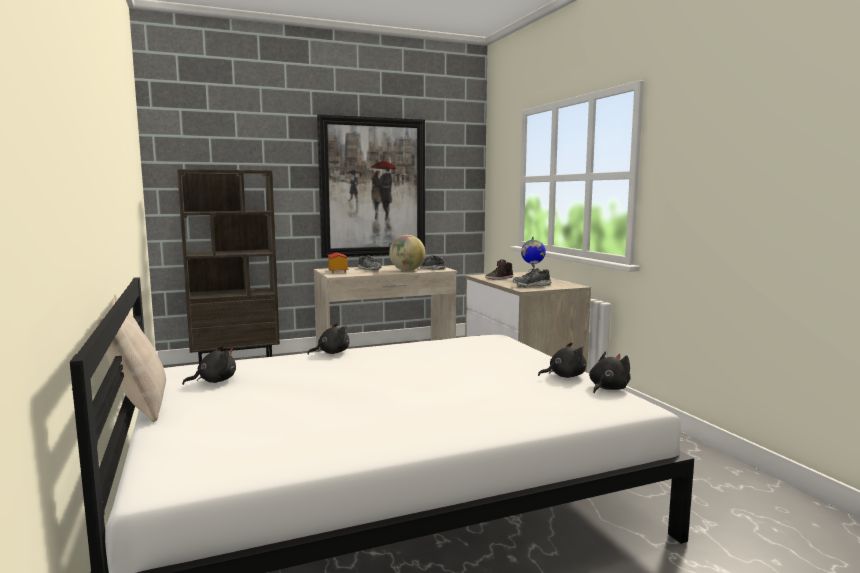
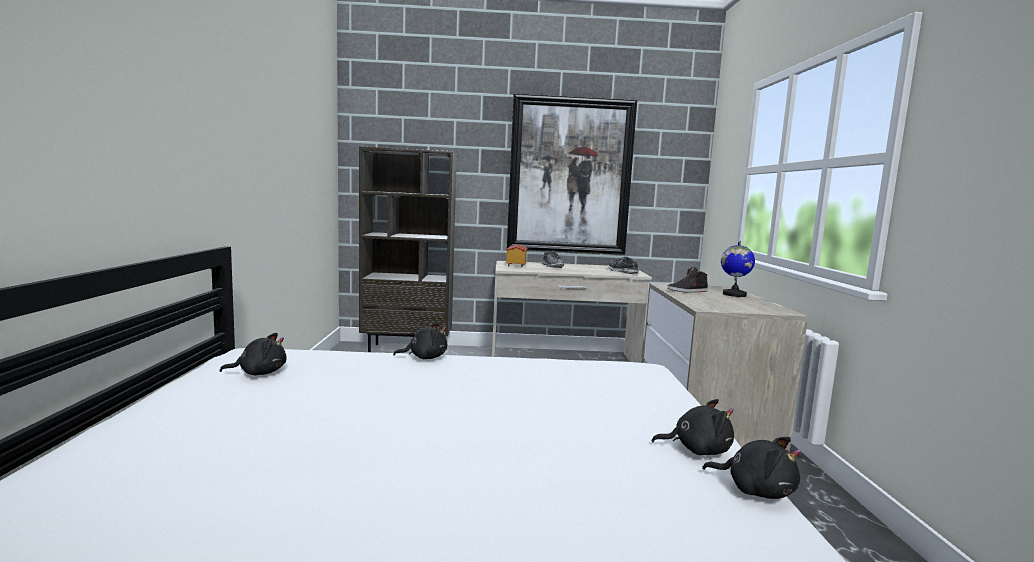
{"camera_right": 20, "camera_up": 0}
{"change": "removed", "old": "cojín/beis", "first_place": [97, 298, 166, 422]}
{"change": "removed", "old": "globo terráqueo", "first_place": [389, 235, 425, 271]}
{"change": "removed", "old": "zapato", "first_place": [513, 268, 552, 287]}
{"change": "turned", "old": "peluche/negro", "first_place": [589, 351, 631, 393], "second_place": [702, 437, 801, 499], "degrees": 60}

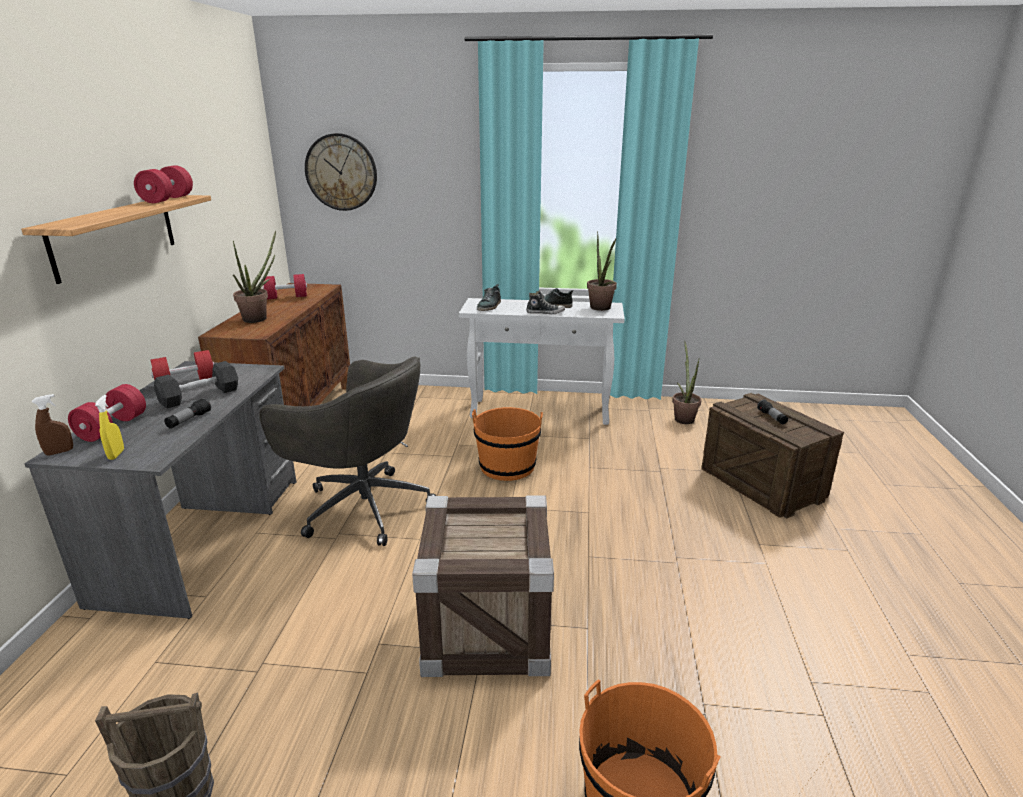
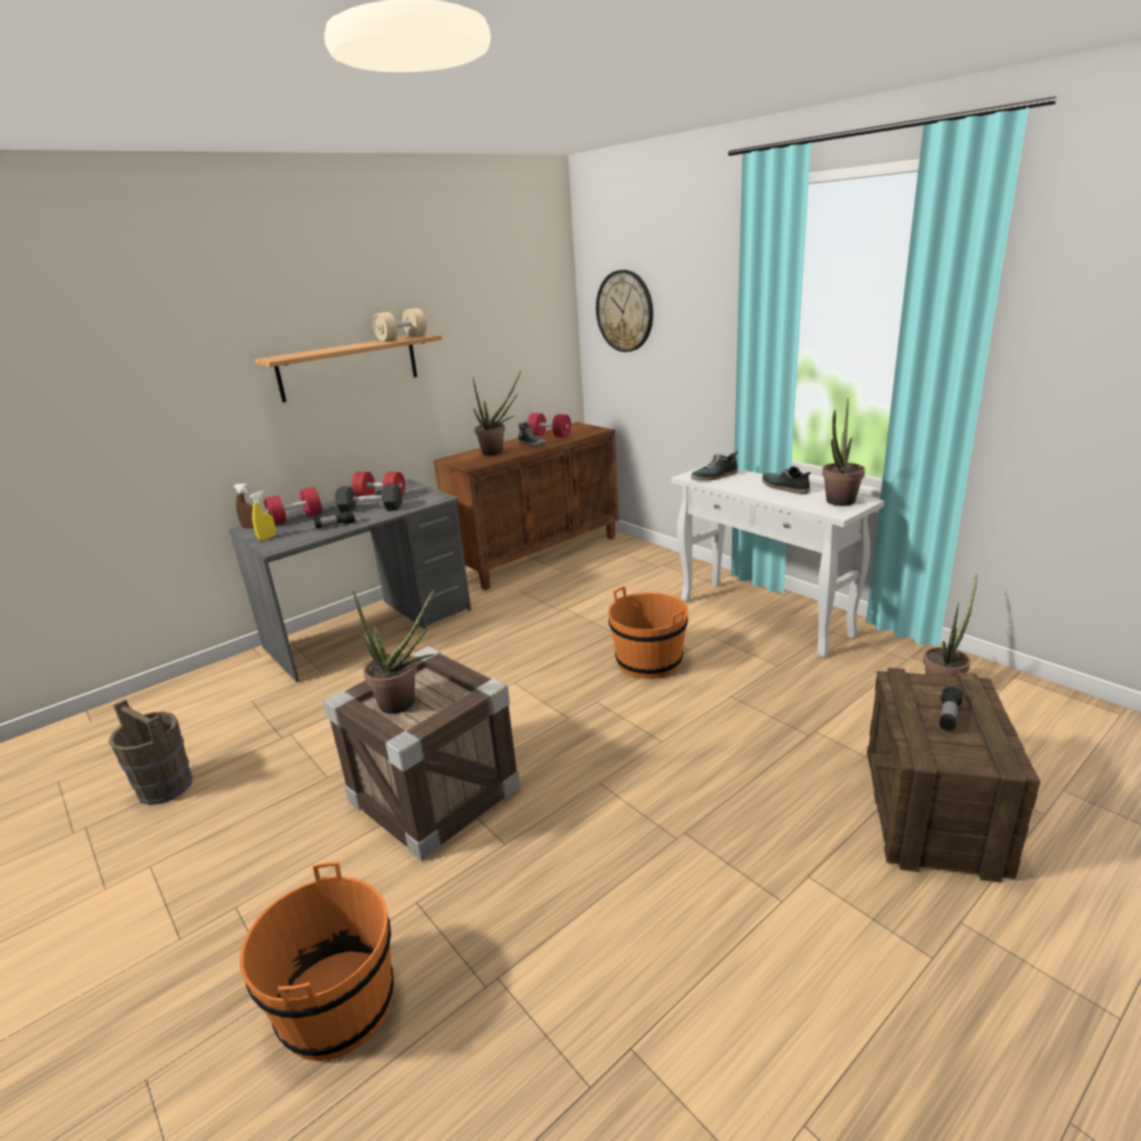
{"camera_right": 45, "camera_up": 0}
{"change": "recoloured", "old": "mancuerna/rojo", "new": "mancuerna/beis", "first_place": [134, 165, 193, 203], "second_place": [373, 308, 427, 342]}
{"change": "removed", "old": "silla de oficina/gris", "first_place": [259, 356, 436, 546]}
{"change": "moved", "old": "zapato", "first_place": [526, 290, 565, 314], "second_place": [518, 422, 547, 447]}
{"change": "added", "new": "planta en maceta", "second_place": [353, 589, 435, 714]}

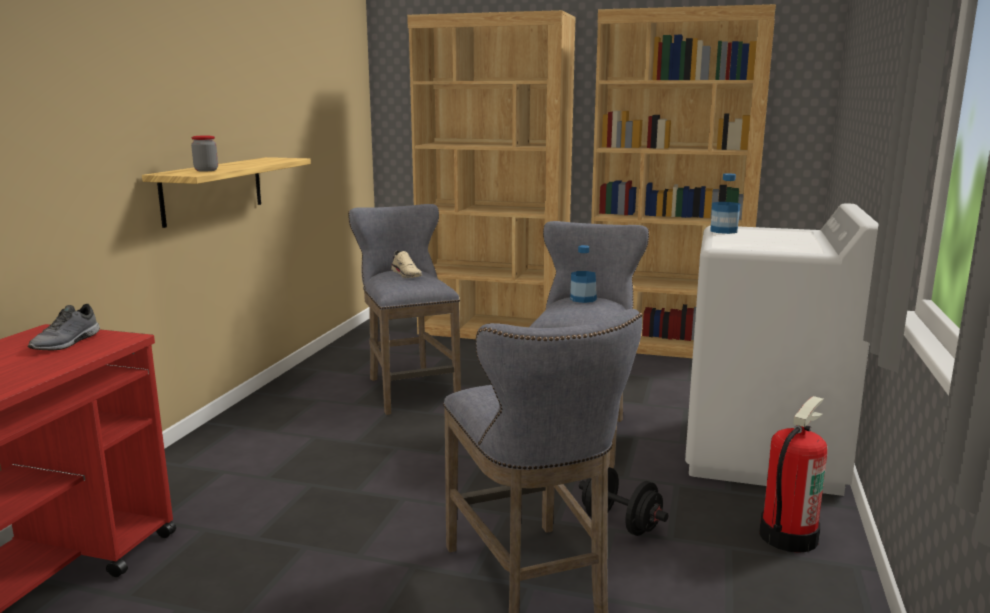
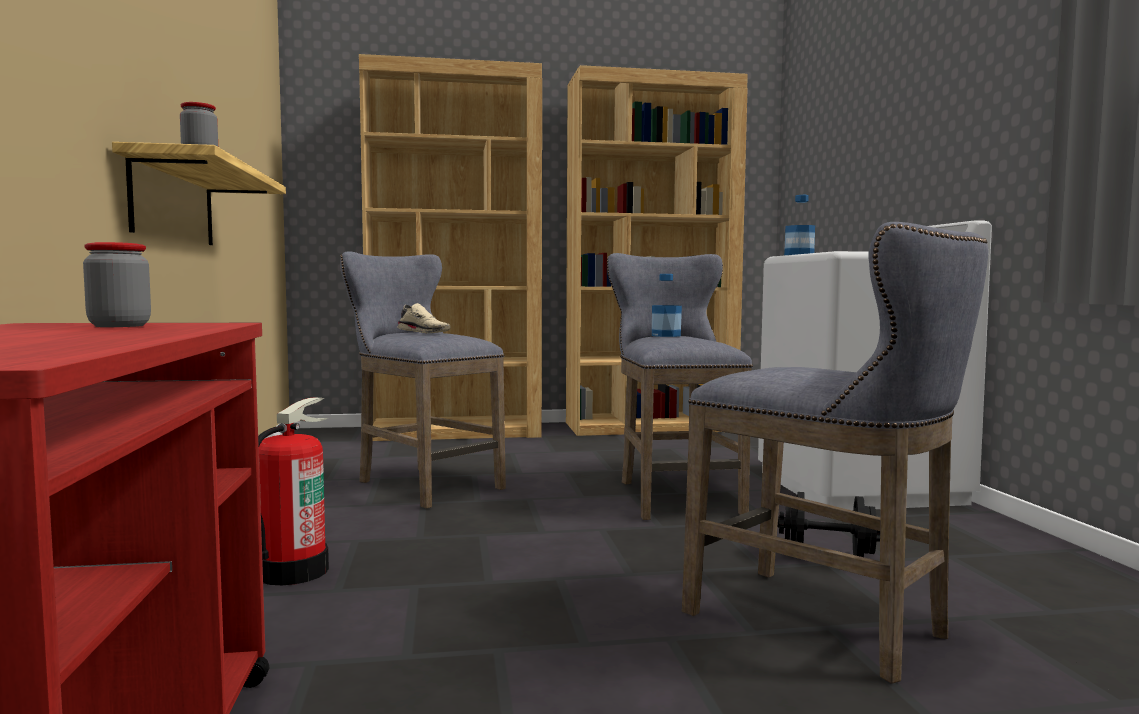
{"camera_right": -25, "camera_up": -10}
{"change": "replaced", "old": "zapato/gris", "new": "tarro", "first_place": [28, 304, 100, 350], "second_place": [83, 242, 151, 327]}
{"change": "moved", "old": "extintor", "first_place": [759, 396, 827, 553], "second_place": [258, 397, 329, 585]}

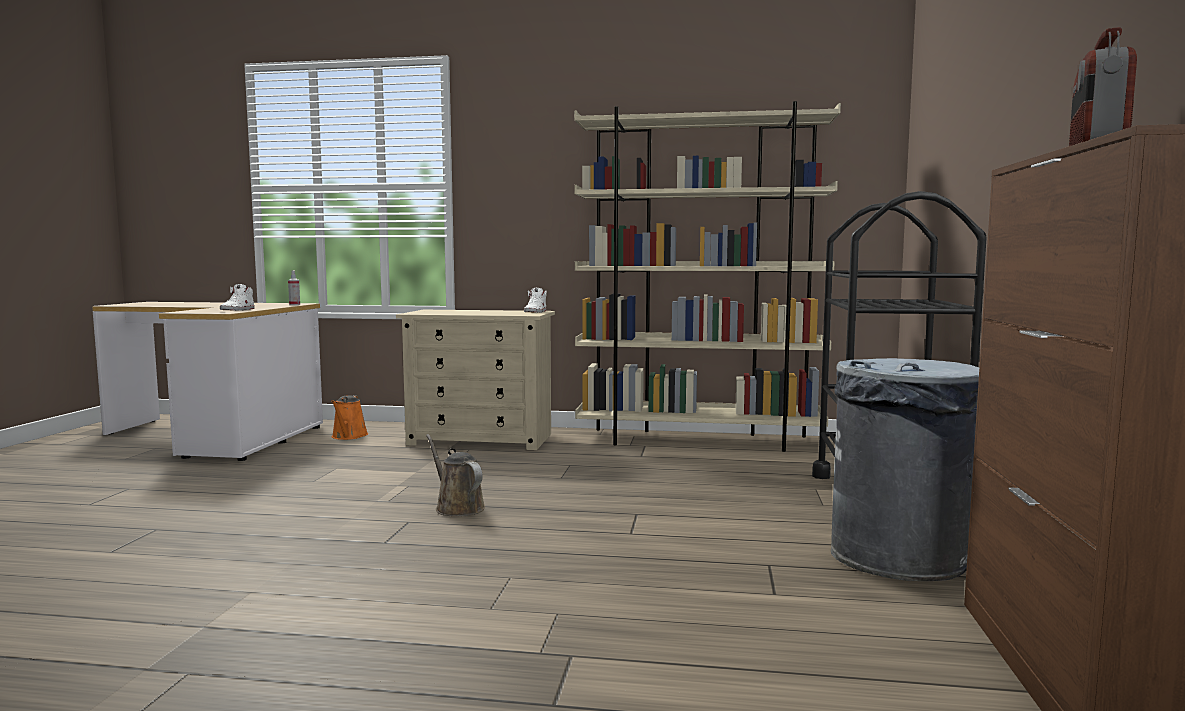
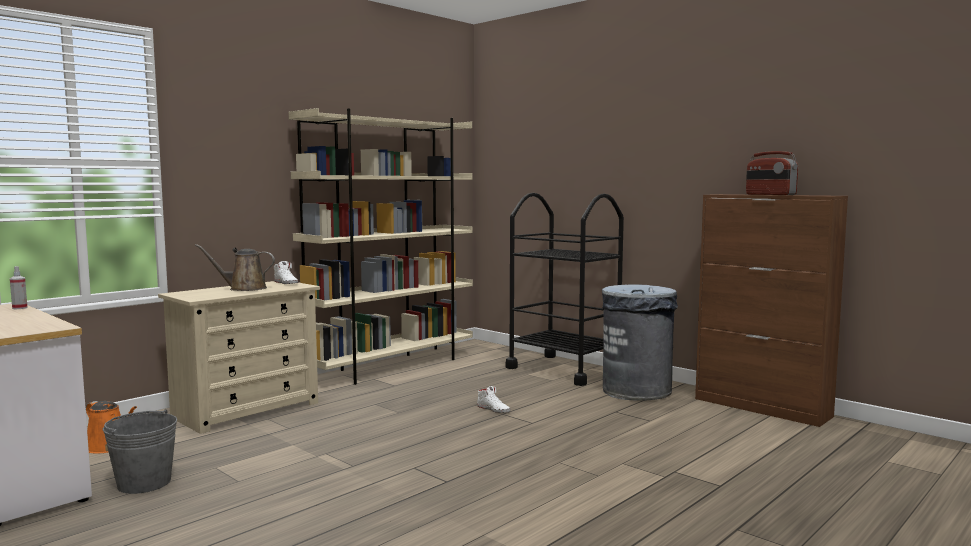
{"camera_right": -55, "camera_up": 0}
{"change": "moved", "old": "zapato/blanco", "first_place": [220, 284, 255, 311], "second_place": [477, 386, 510, 413]}
{"change": "moved", "old": "regadera/marrón", "first_place": [426, 434, 485, 517], "second_place": [195, 244, 275, 291]}
{"change": "added", "new": "cubo/gris", "second_place": [103, 409, 177, 494]}

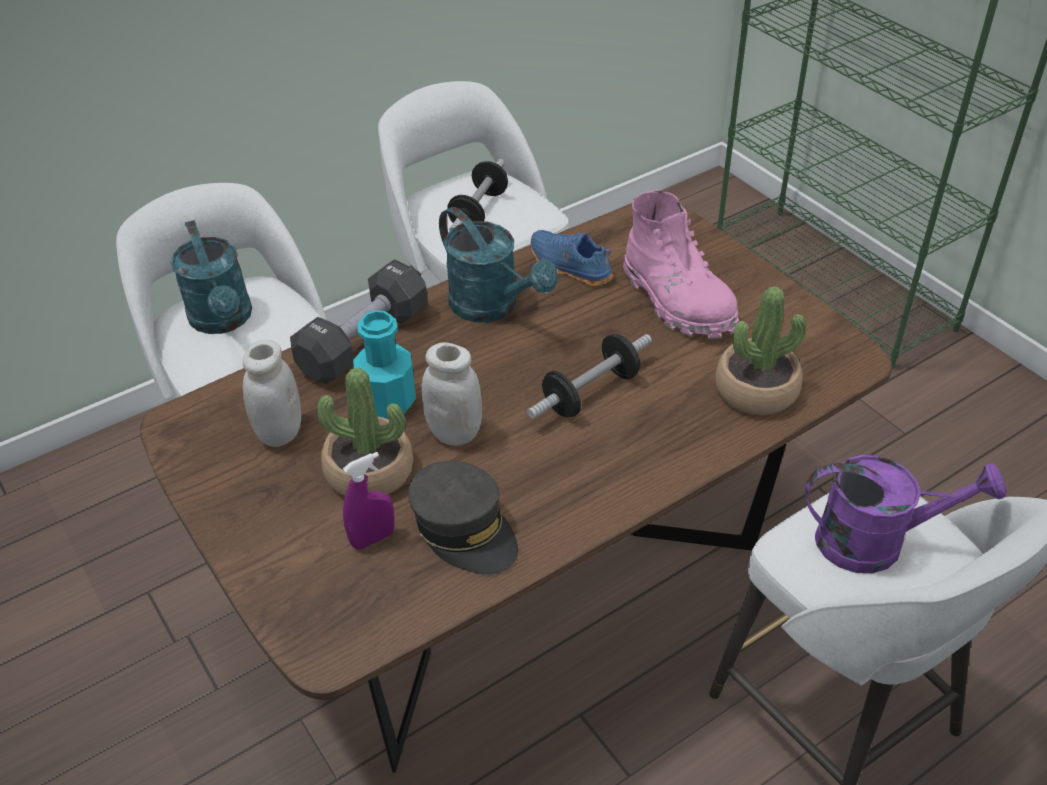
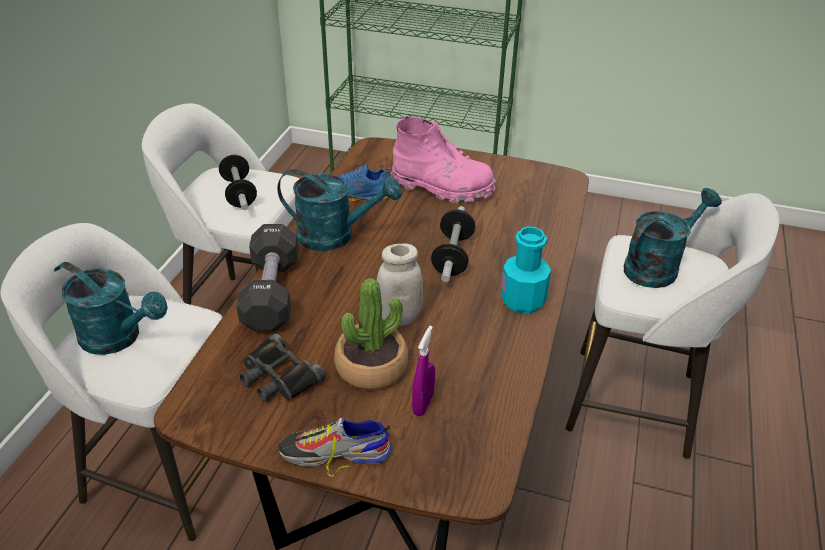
{"camera_right": -40, "camera_up": -5}
{"change": "replaced", "old": "tarro/blanco", "new": "prismáticos/negro", "first_place": [243, 340, 301, 447], "second_place": [240, 333, 326, 402]}
{"change": "moved", "old": "botella/turquesa", "first_place": [353, 310, 416, 419], "second_place": [500, 226, 551, 313]}
{"change": "removed", "old": "gorra/gris", "first_place": [408, 461, 518, 575]}
{"change": "removed", "old": "planta en maceta", "first_place": [715, 286, 806, 415]}
{"change": "recoloured", "old": "regadera/morado", "new": "regadera/turquesa", "first_place": [805, 455, 1007, 573], "second_place": [624, 188, 722, 288]}
{"change": "added", "new": "zapato", "second_place": [278, 418, 393, 477]}

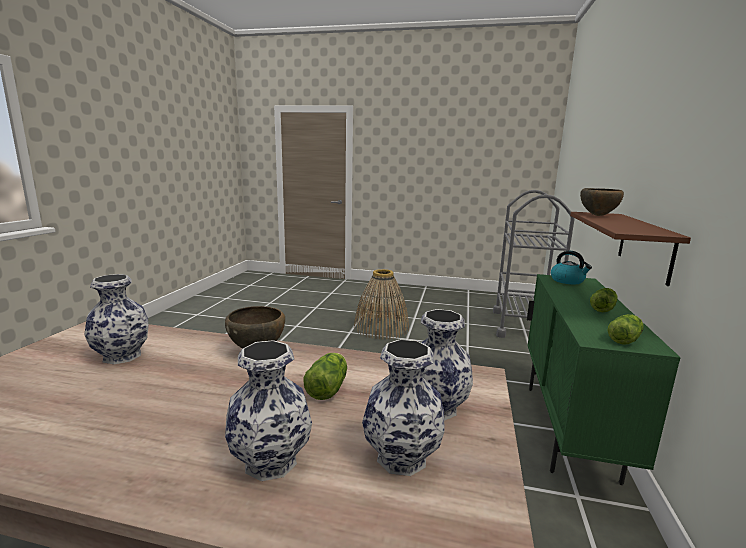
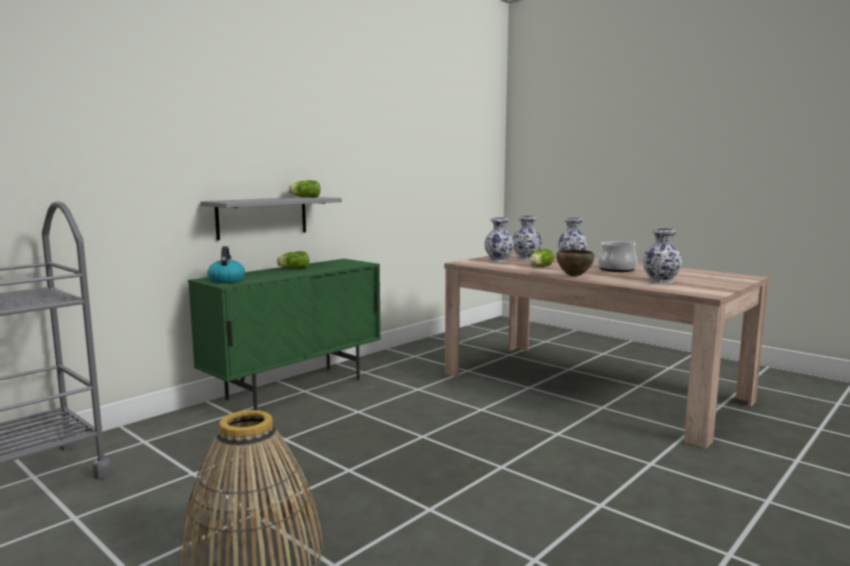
{"camera_right": -150, "camera_up": -5}
{"change": "recoloured", "old": "estante/marrón", "new": "estante/gris", "first_place": [570, 212, 691, 286], "second_place": [200, 197, 342, 240]}
{"change": "removed", "old": "cuenco/marrón", "first_place": [580, 188, 624, 216]}
{"change": "moved", "old": "lechuga", "first_place": [607, 314, 644, 345], "second_place": [289, 180, 320, 198]}
{"change": "added", "new": "olla", "second_place": [598, 241, 638, 272]}

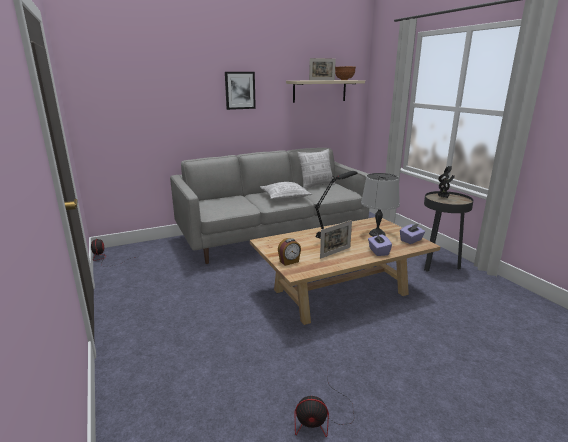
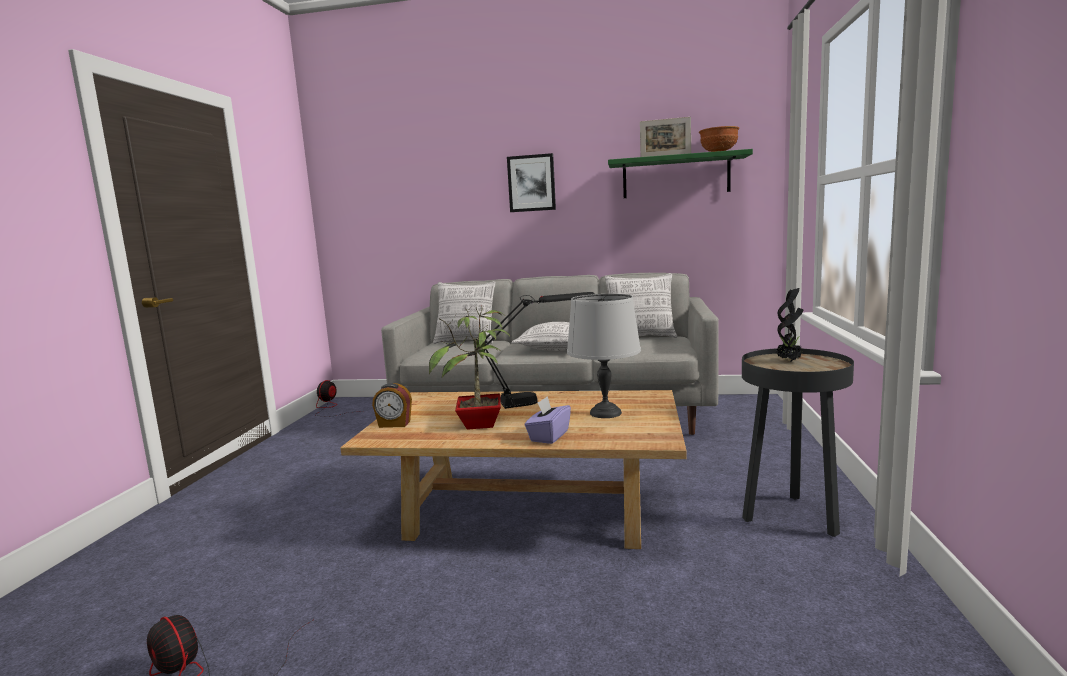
{"camera_right": 35, "camera_up": -10}
{"change": "recoloured", "old": "estante/beis", "new": "estante/verde", "first_place": [286, 80, 365, 103], "second_place": [608, 149, 753, 198]}
{"change": "replaced", "old": "portarretratos", "new": "planta en maceta", "first_place": [320, 220, 352, 259], "second_place": [429, 306, 510, 430]}
{"change": "removed", "old": "caja de pañuelos/morado", "first_place": [400, 224, 425, 244]}
{"change": "added", "new": "cojín", "second_place": [433, 281, 496, 344]}

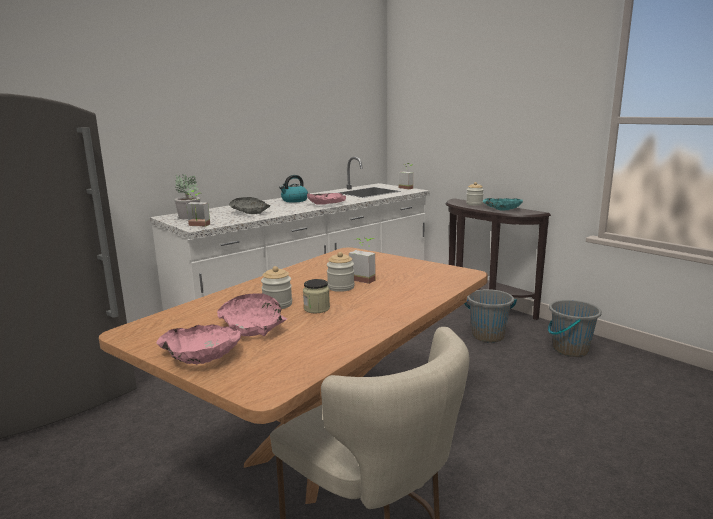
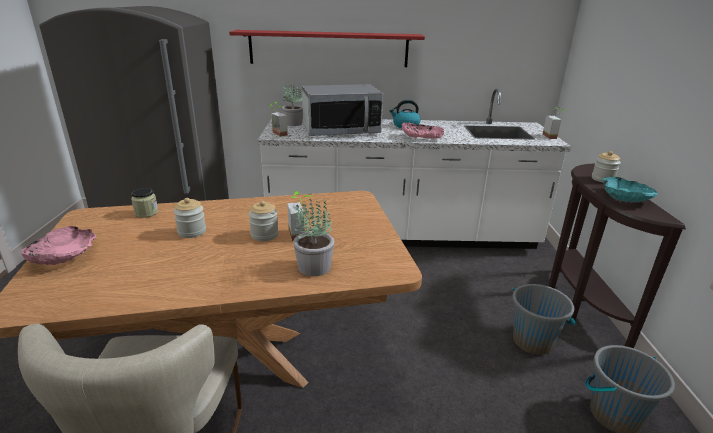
{"camera_right": 40, "camera_up": 10}
{"change": "removed", "old": "cuenco/rosa", "first_place": [217, 293, 287, 336]}
{"change": "replaced", "old": "cuenco/gris", "new": "microondas", "first_place": [229, 197, 271, 214], "second_place": [302, 84, 383, 136]}
{"change": "moved", "old": "tarro", "first_place": [303, 279, 330, 313], "second_place": [131, 188, 158, 218]}
{"change": "added", "new": "estante/rojo", "second_place": [229, 30, 425, 67]}
{"change": "added", "new": "planta en maceta", "second_place": [293, 199, 334, 276]}

